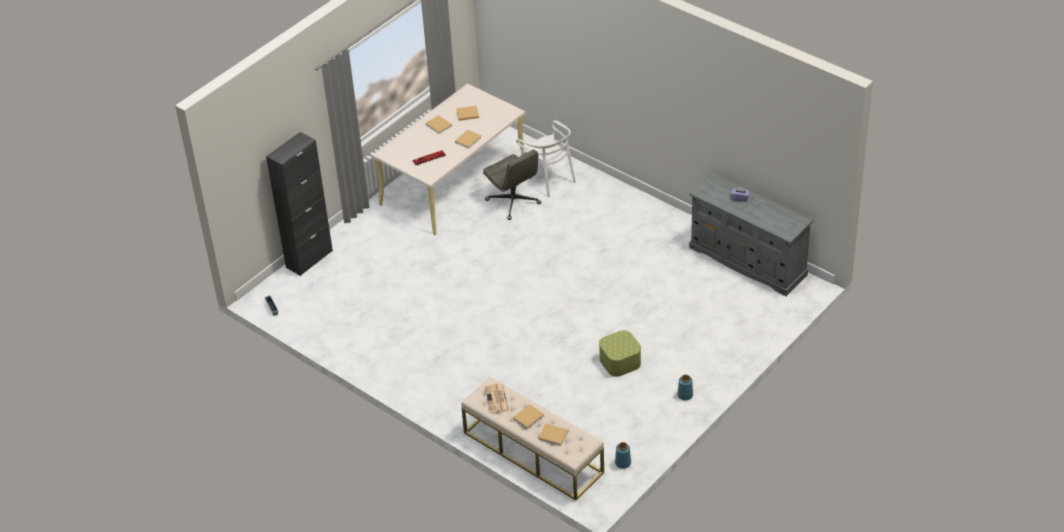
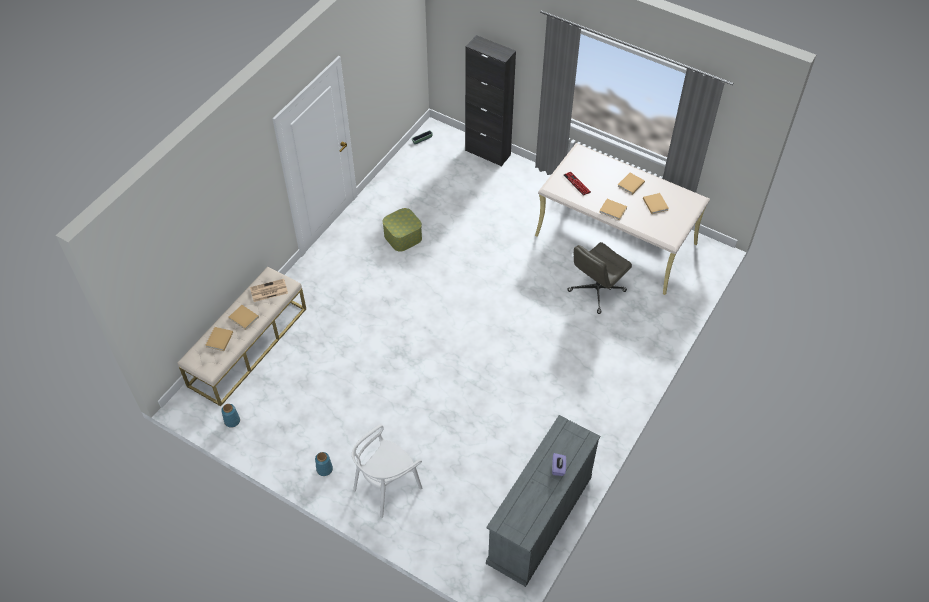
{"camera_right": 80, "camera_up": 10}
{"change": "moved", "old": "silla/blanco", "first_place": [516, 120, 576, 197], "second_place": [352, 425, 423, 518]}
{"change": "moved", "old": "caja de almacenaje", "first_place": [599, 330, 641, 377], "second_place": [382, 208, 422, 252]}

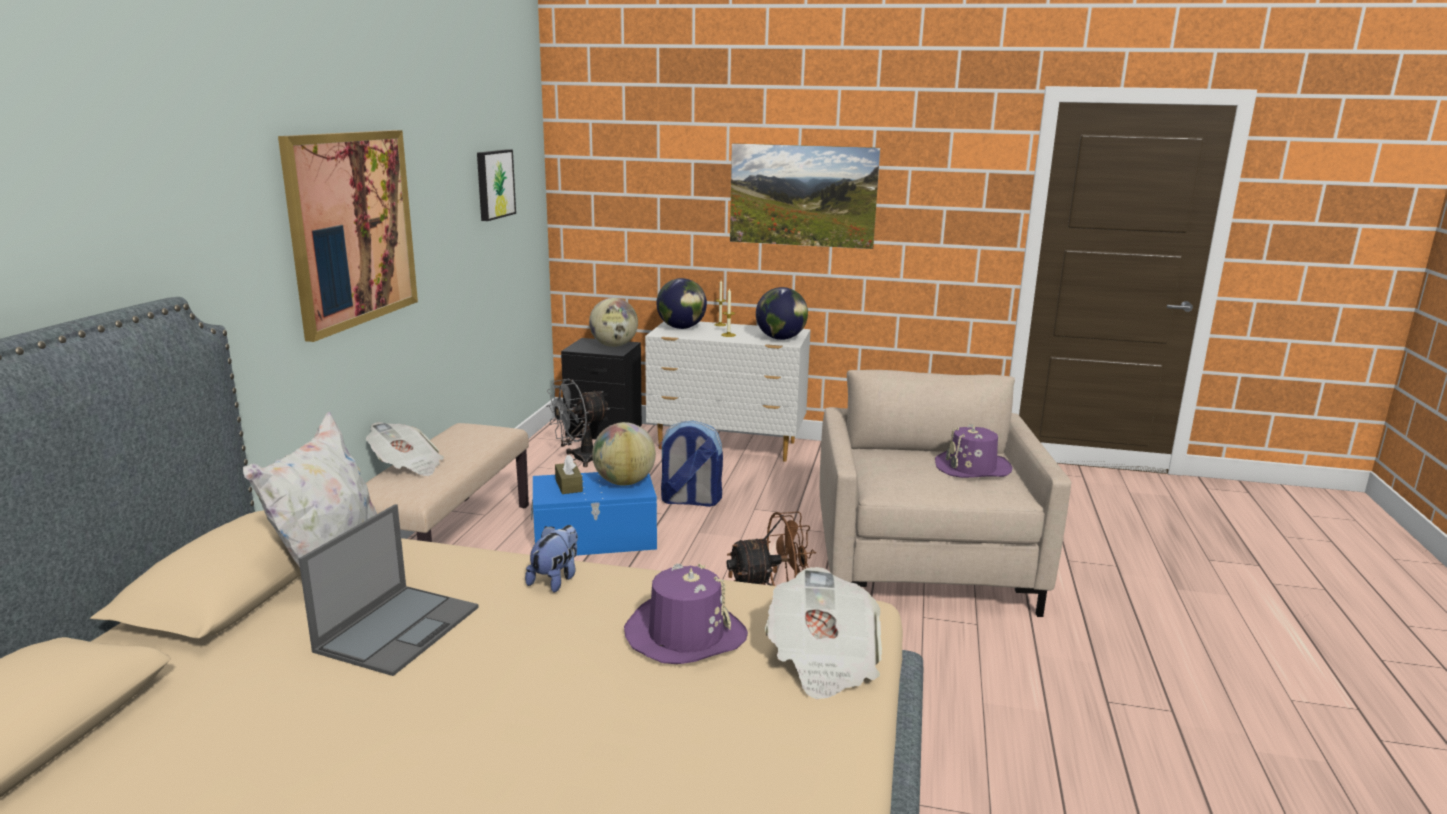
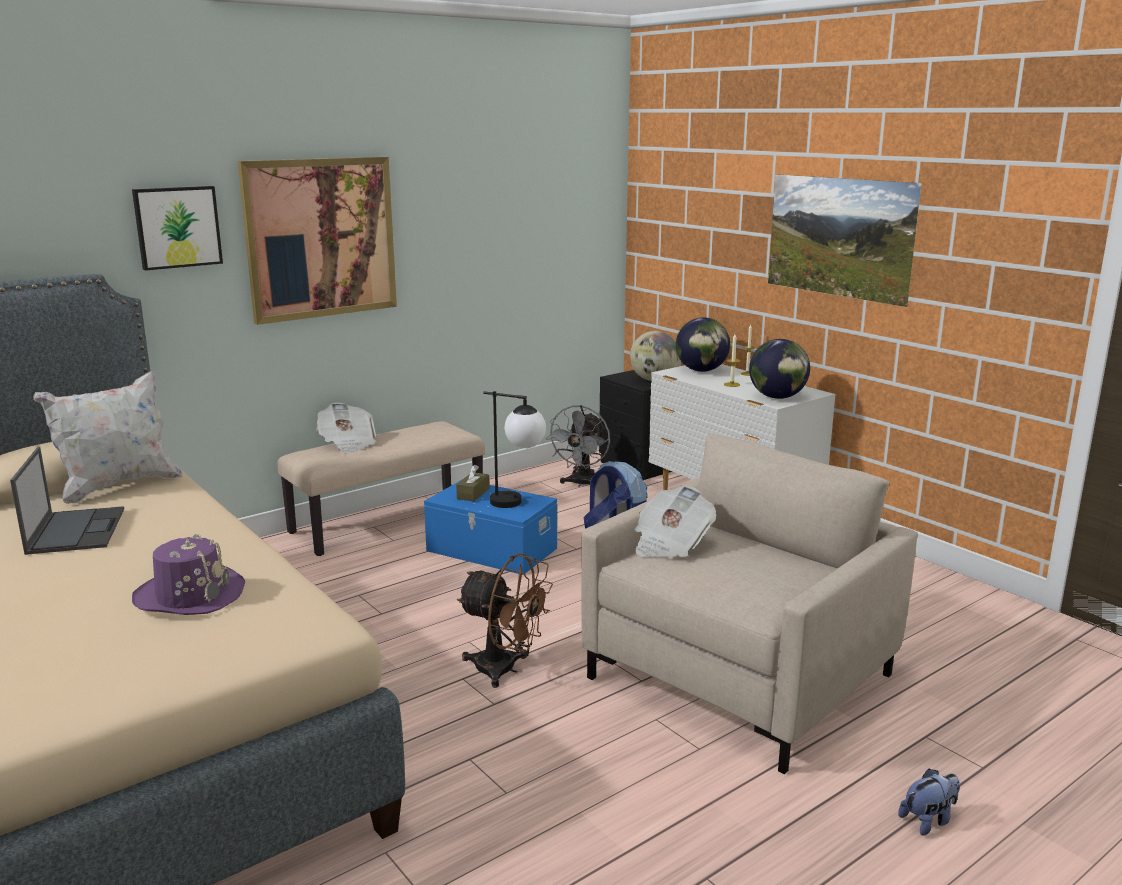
{"camera_right": 40, "camera_up": 0}
{"change": "turned", "old": "portátil", "first_place": [298, 504, 479, 676], "second_place": [10, 447, 124, 555], "degrees": -75}
{"change": "moved", "old": "cuadro", "first_place": [477, 149, 516, 221], "second_place": [132, 186, 223, 271]}
{"change": "moved", "old": "peluche", "first_place": [525, 525, 578, 593], "second_place": [898, 769, 960, 836]}
{"change": "turned", "old": "ventilador/gris", "first_place": [546, 379, 610, 467], "second_place": [546, 405, 610, 487], "degrees": -75}
{"change": "replaced", "old": "globo terráqueo", "new": "lámpara de mesa", "first_place": [592, 422, 656, 486], "second_place": [483, 391, 546, 508]}
{"change": "moved", "old": "periódico", "first_place": [765, 567, 882, 699], "second_place": [634, 486, 716, 558]}
{"change": "removed", "old": "sombrero/morado", "first_place": [935, 424, 1013, 478]}

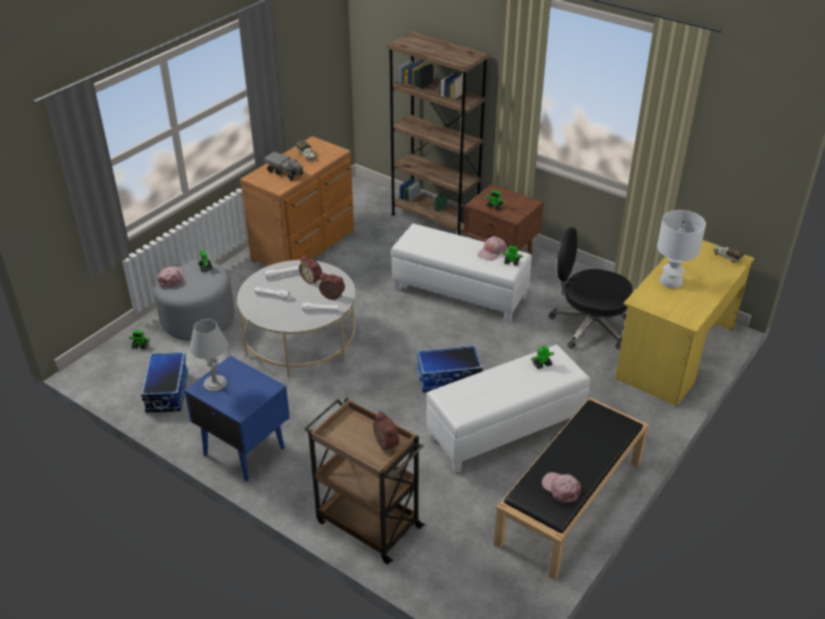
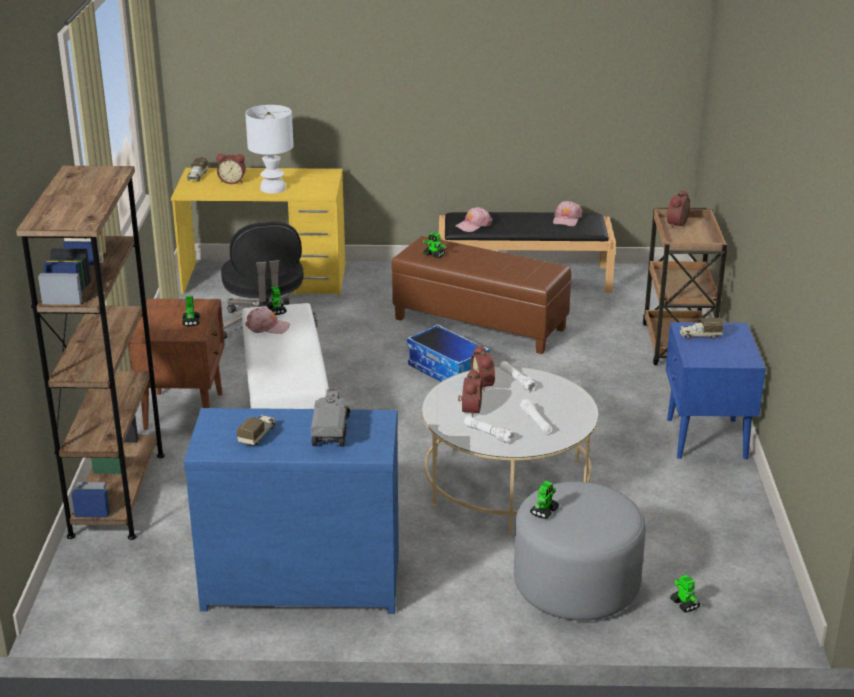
{"camera_right": -125, "camera_up": -10}
{"change": "removed", "old": "caja de almacenaje", "first_place": [141, 352, 188, 413]}
{"change": "moved", "old": "gorra/rosa", "first_place": [158, 267, 184, 288], "second_place": [455, 207, 492, 232]}
{"change": "removed", "old": "lámpara de mesa/gris", "first_place": [190, 319, 228, 391]}
{"change": "recoloured", "old": "cómoda/marrón", "new": "cómoda/azul", "first_place": [240, 136, 354, 266], "second_place": [184, 408, 399, 614]}
{"change": "recoloured", "old": "puf/blanco", "new": "puf/marrón", "first_place": [426, 345, 590, 473], "second_place": [392, 236, 572, 354]}
{"change": "added", "new": "despertador", "second_place": [216, 154, 246, 184]}
{"change": "added", "new": "camión de juguete", "second_place": [680, 318, 723, 339]}

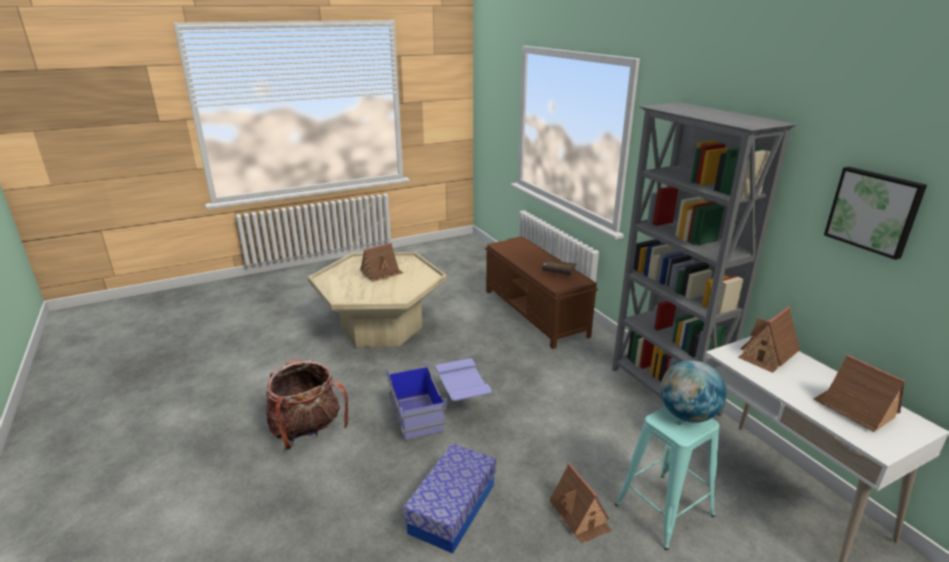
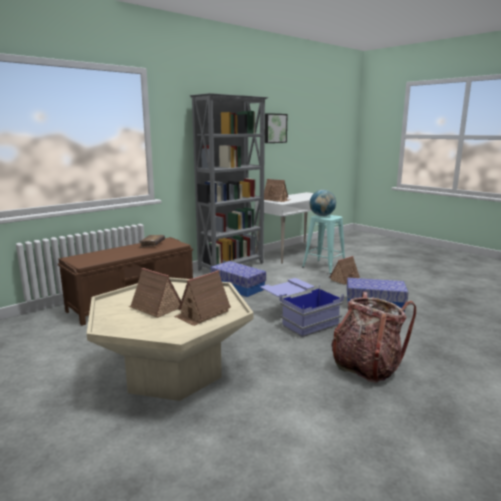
{"camera_right": -105, "camera_up": -10}
{"change": "moved", "old": "casita", "first_place": [813, 355, 906, 432], "second_place": [174, 270, 231, 326]}
{"change": "added", "new": "caja de almacenaje", "second_place": [211, 261, 266, 297]}

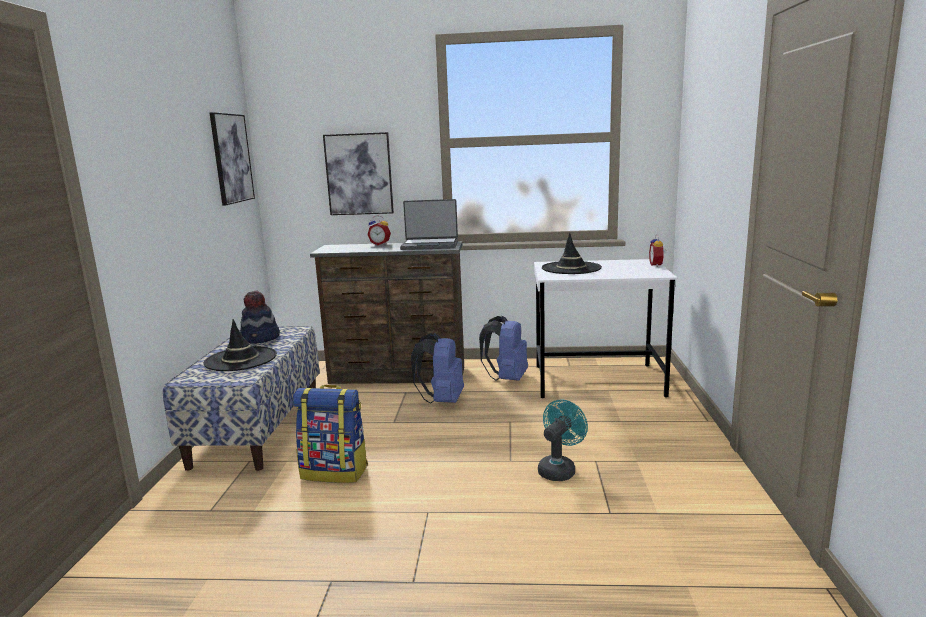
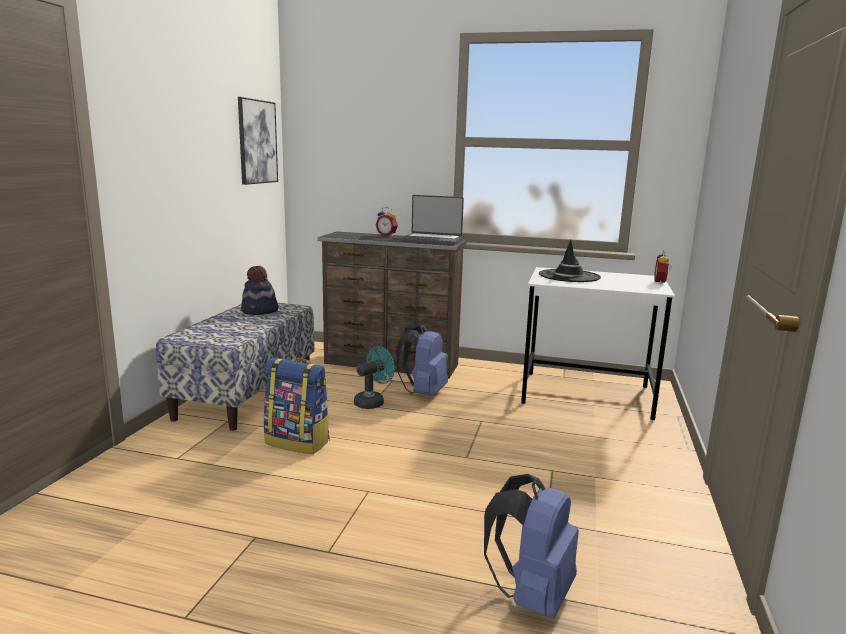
{"camera_right": 10, "camera_up": 0}
{"change": "removed", "old": "sombrero/negro", "first_place": [204, 319, 277, 371]}
{"change": "removed", "old": "cuadro", "first_place": [323, 132, 394, 215]}
{"change": "moved", "old": "mochila/azul", "first_place": [479, 316, 528, 381], "second_place": [484, 474, 579, 618]}
{"change": "moved", "old": "ventilador/turquesa", "first_place": [538, 399, 588, 481], "second_place": [354, 346, 395, 409]}

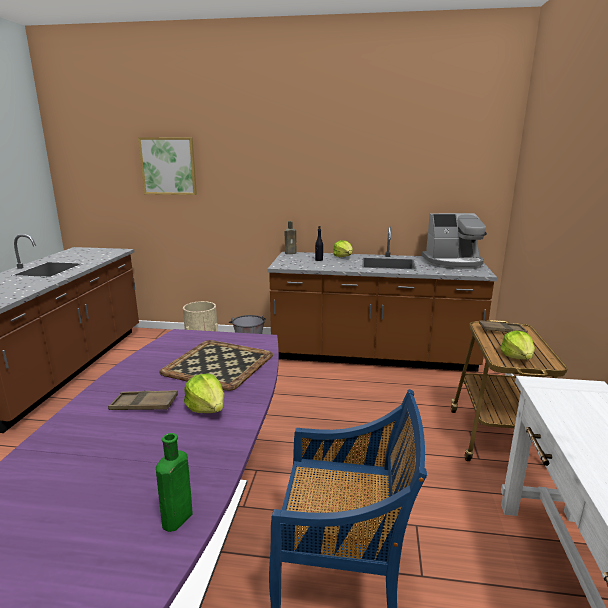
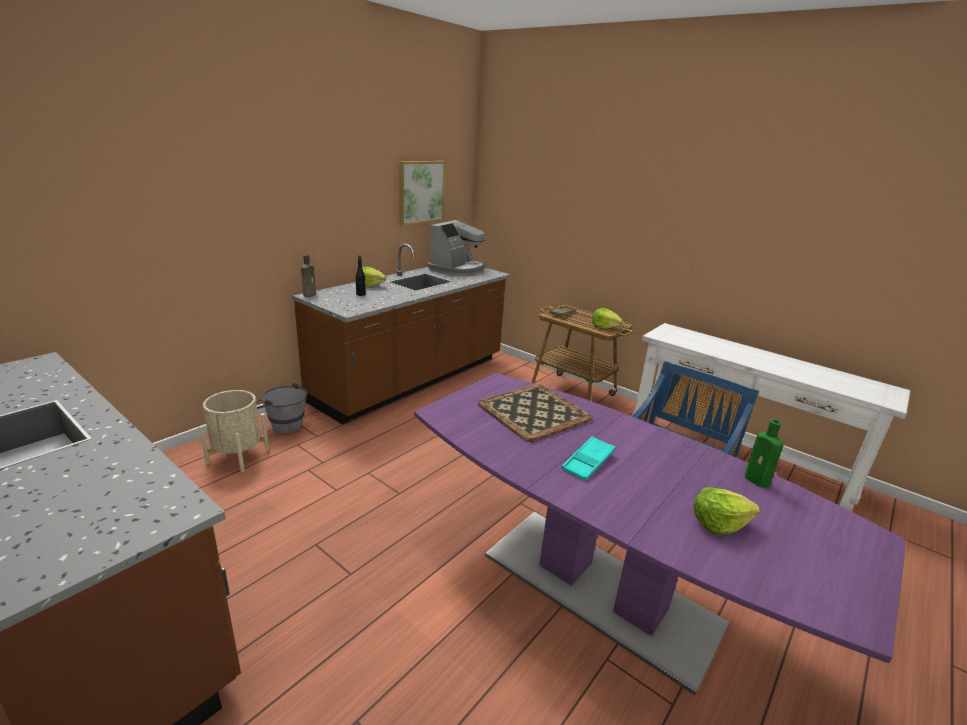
{"camera_right": -60, "camera_up": 5}
{"change": "recoloured", "old": "bandeja/marrón", "new": "bandeja/turquesa", "first_place": [108, 390, 178, 410], "second_place": [561, 436, 616, 481]}
{"change": "moved", "old": "cuadro", "first_place": [138, 137, 197, 195], "second_place": [399, 161, 446, 226]}
{"change": "moved", "old": "lechuga", "first_place": [184, 373, 224, 413], "second_place": [694, 487, 760, 535]}

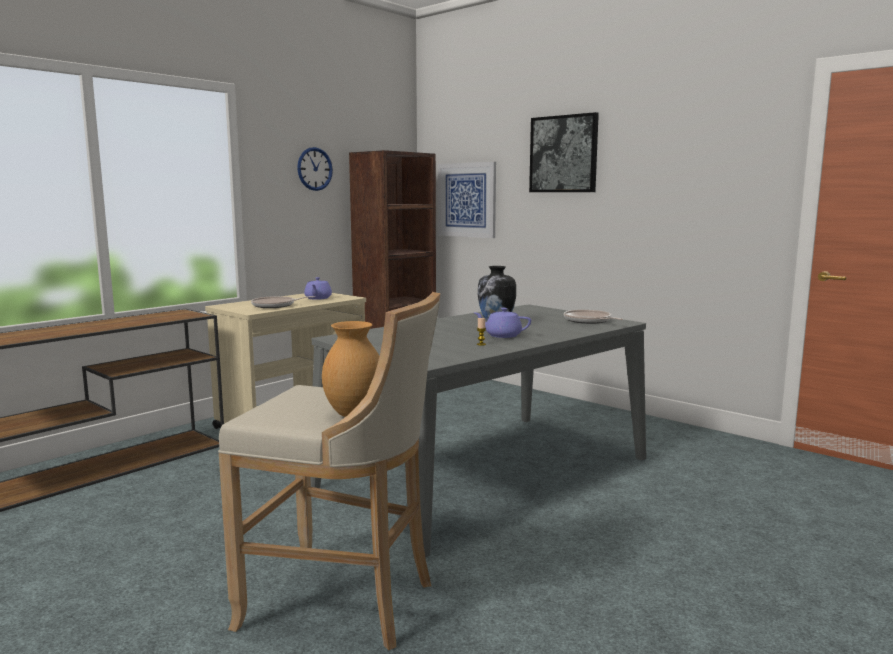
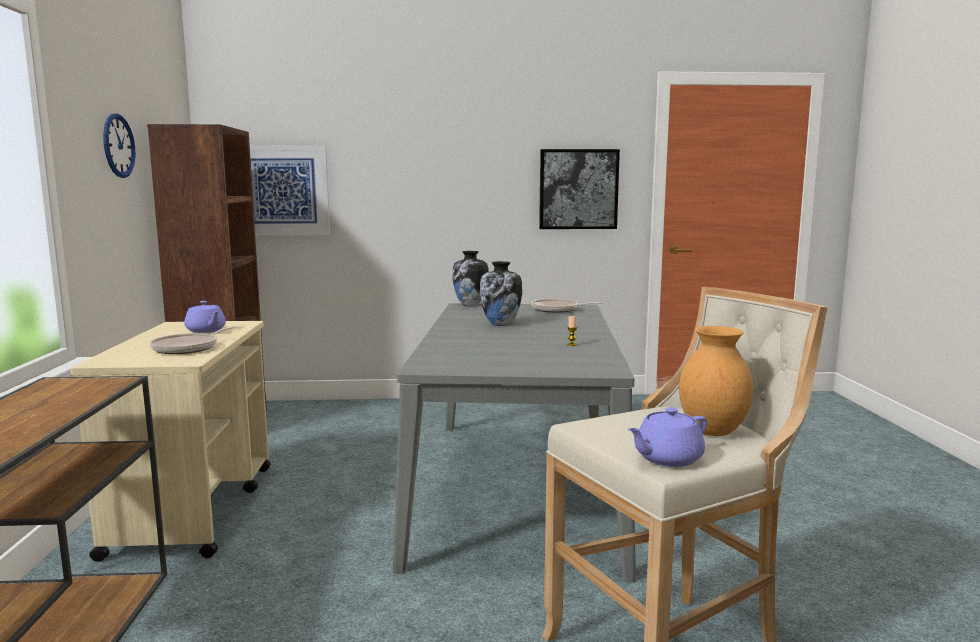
{"camera_right": -45, "camera_up": 0}
{"change": "moved", "old": "tetera/morado", "first_place": [475, 308, 531, 338], "second_place": [628, 407, 707, 467]}
{"change": "moved", "old": "cuadro", "first_place": [529, 112, 599, 192], "second_place": [539, 149, 620, 229]}
{"change": "added", "new": "florero", "second_place": [453, 251, 489, 306]}

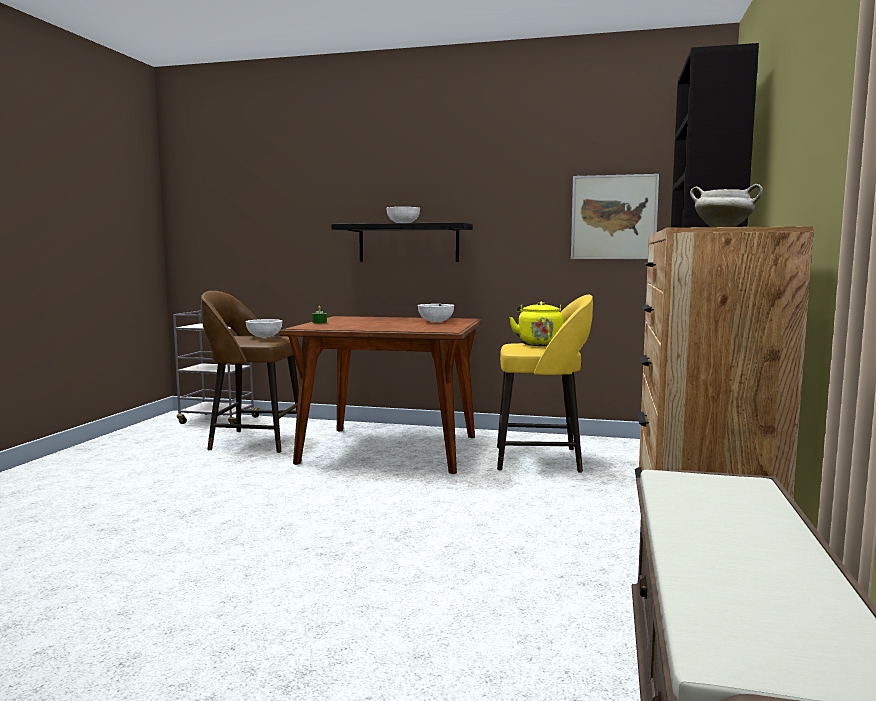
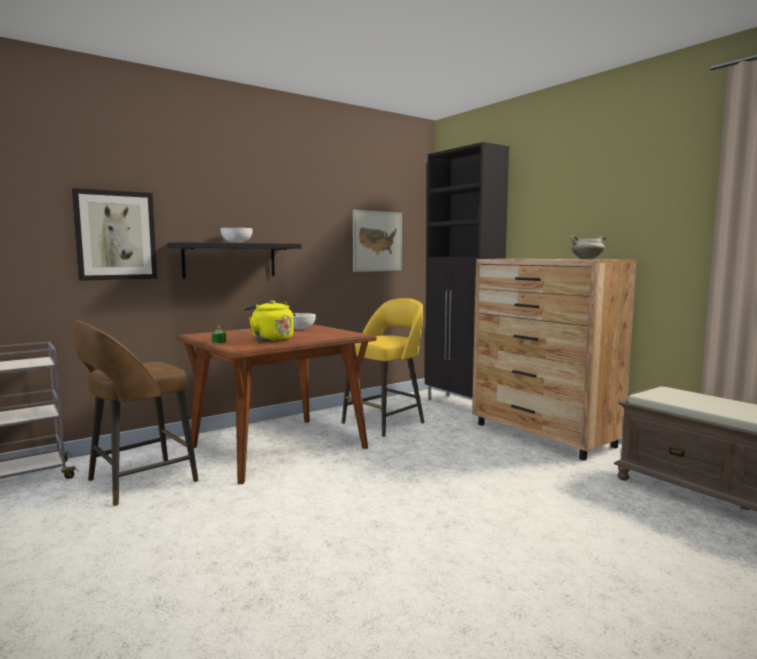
{"camera_right": -50, "camera_up": 0}
{"change": "removed", "old": "cuenco/blanco", "first_place": [246, 319, 282, 338]}
{"change": "moved", "old": "hervidor/amarillo", "first_place": [509, 302, 563, 346], "second_place": [244, 300, 294, 342]}
{"change": "added", "new": "cuadro", "second_place": [72, 188, 157, 281]}

